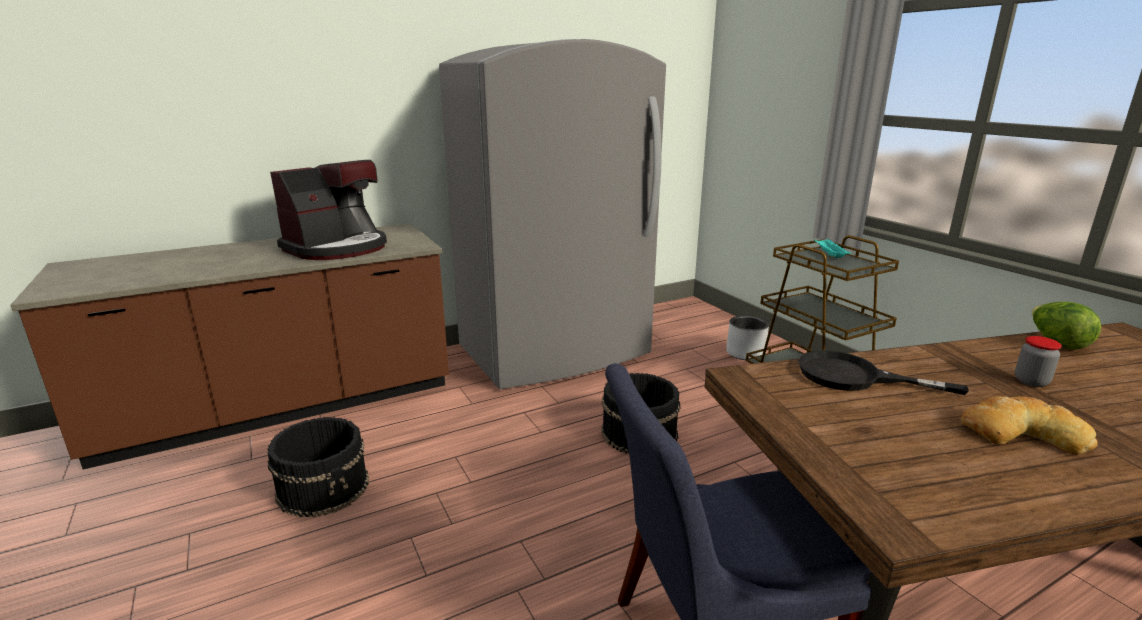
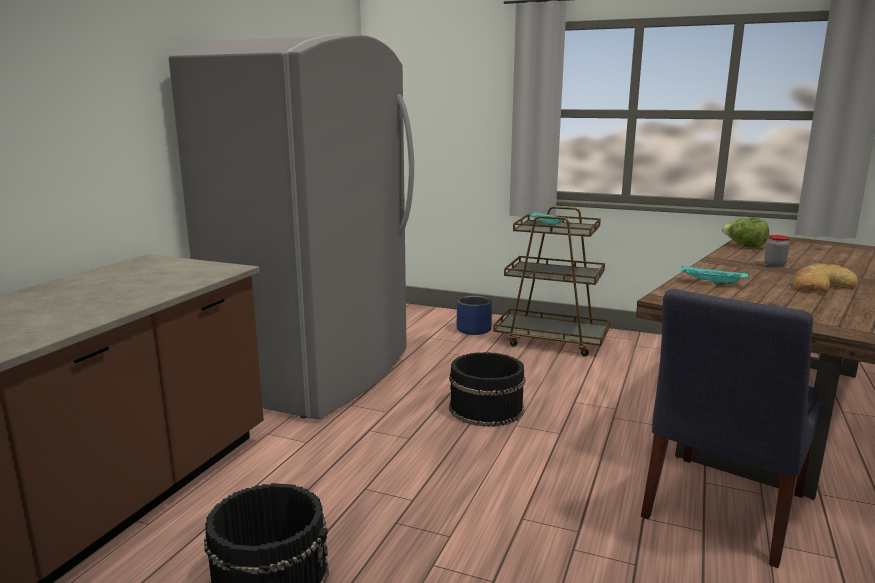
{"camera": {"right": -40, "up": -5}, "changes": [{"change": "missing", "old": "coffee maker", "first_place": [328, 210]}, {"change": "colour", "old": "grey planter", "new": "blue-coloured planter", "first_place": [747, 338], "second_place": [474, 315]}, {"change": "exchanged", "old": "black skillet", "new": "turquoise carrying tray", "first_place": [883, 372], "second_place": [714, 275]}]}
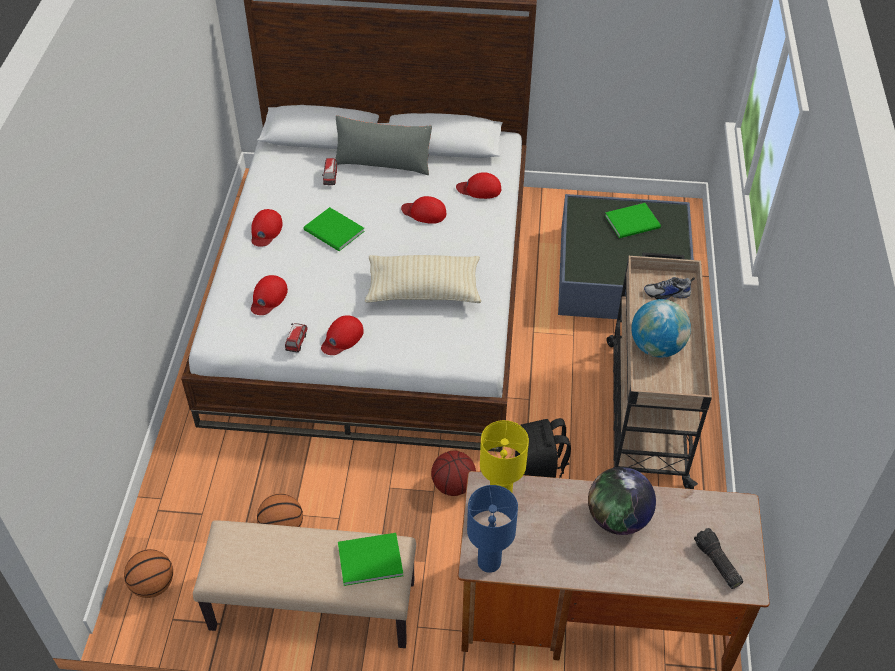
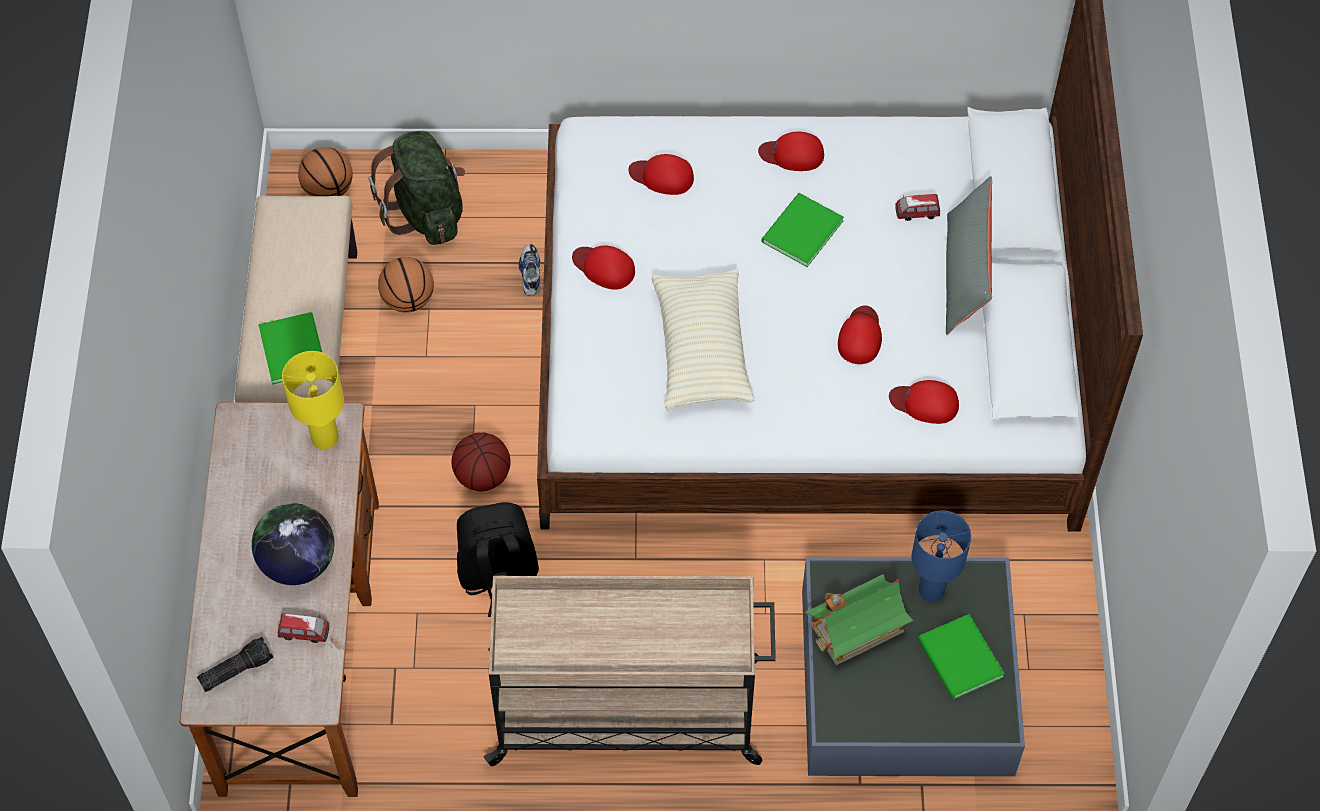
{"camera": {"right": 85, "up": 10}, "changes": [{"change": "spun", "old": "red peaked cap", "first_place": [478, 185], "second_place": [924, 402], "degrees": -75}, {"change": "relocated", "old": "item of footwear", "first_place": [669, 288], "second_place": [529, 270]}, {"change": "missing", "old": "desk globe", "first_place": [661, 328]}, {"change": "relocated", "old": "miniature car", "first_place": [296, 338], "second_place": [303, 628]}, {"change": "relocated", "old": "blue-coloured lamp for a table", "first_place": [492, 529], "second_place": [941, 556]}, {"change": "appeared", "new": "green knapsack", "second_place": [416, 188]}, {"change": "appeared", "new": "model house", "second_place": [859, 619]}]}
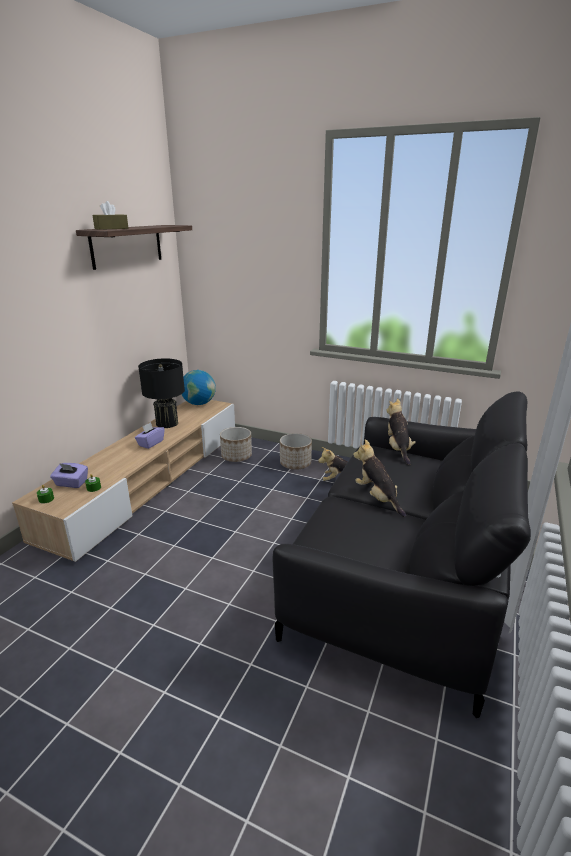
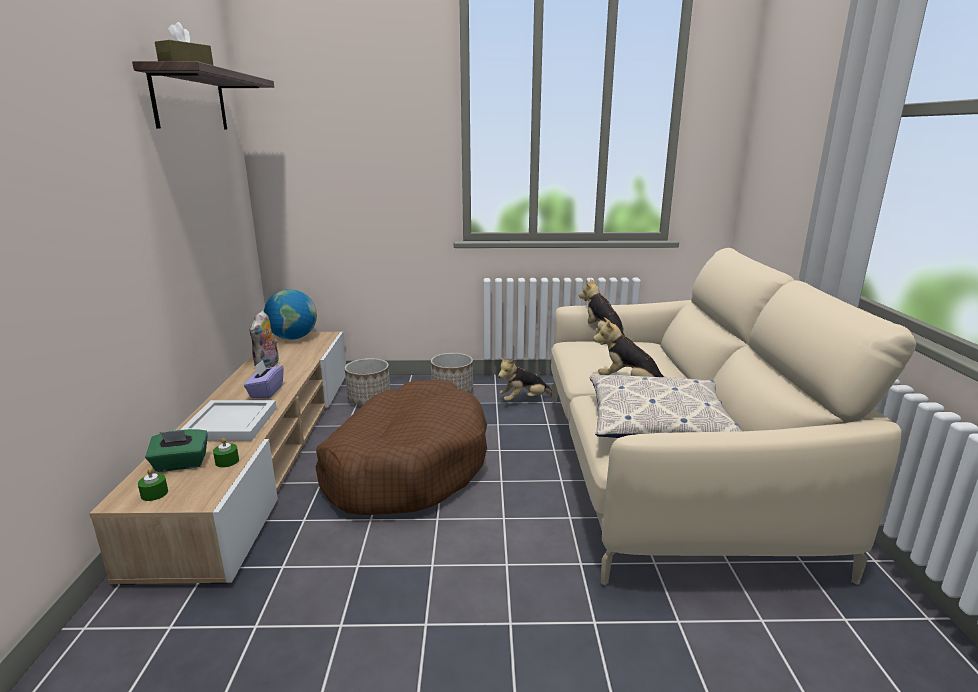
{"camera": {"right": -25, "up": -5}, "changes": [{"change": "exchanged", "old": "black lamp for a table", "new": "cuddly toy", "first_place": [161, 393], "second_place": [264, 340]}, {"change": "colour", "old": "black sofa", "new": "beige sofa", "first_place": [402, 554], "second_place": [733, 416]}, {"change": "colour", "old": "purplish box of tissues", "new": "green box of tissues", "first_place": [69, 475], "second_place": [176, 450]}, {"change": "appeared", "new": "pillow", "second_place": [666, 406]}, {"change": "appeared", "new": "brownish pet bed", "second_place": [401, 447]}, {"change": "appeared", "new": "white-coloured carrying tray", "second_place": [228, 420]}]}
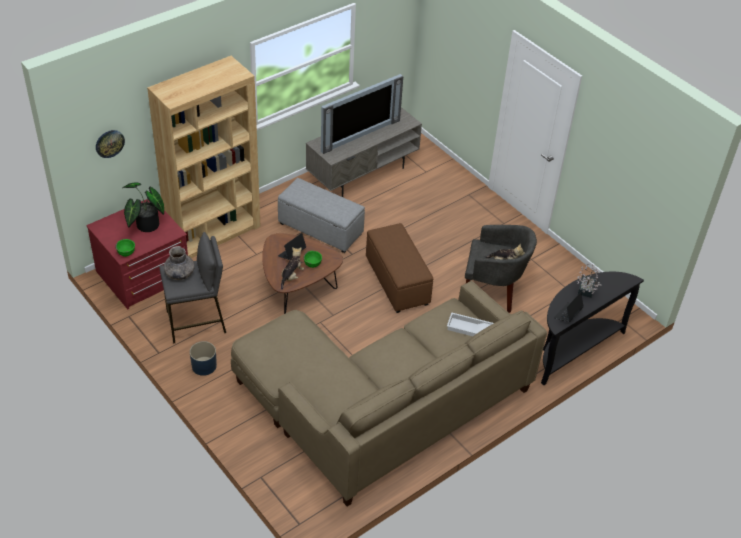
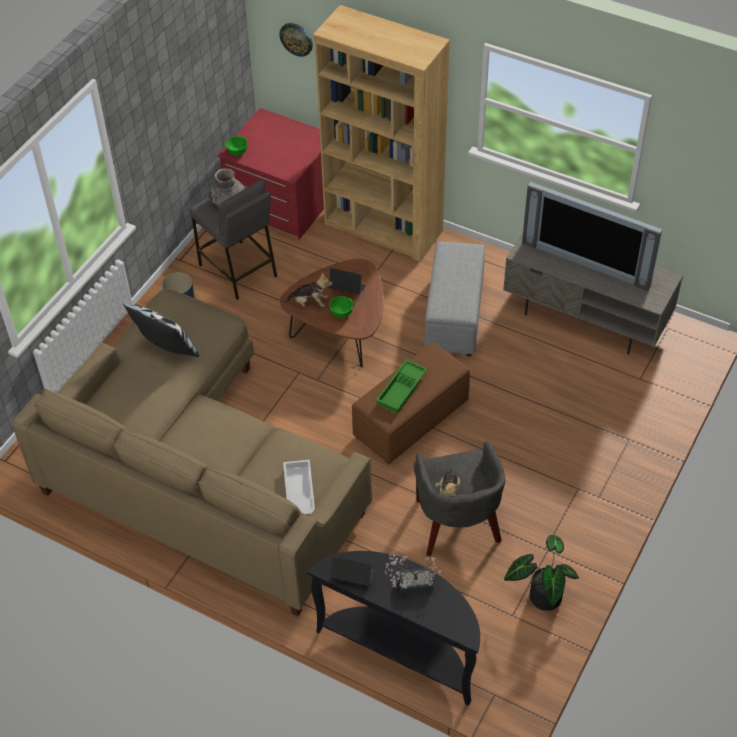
{"camera": {"right": 70, "up": 5}, "changes": [{"change": "relocated", "old": "plant in a pot", "first_place": [143, 207], "second_place": [541, 573]}, {"change": "appeared", "new": "pillow", "second_place": [161, 330]}, {"change": "appeared", "new": "green carrying tray", "second_place": [401, 386]}]}
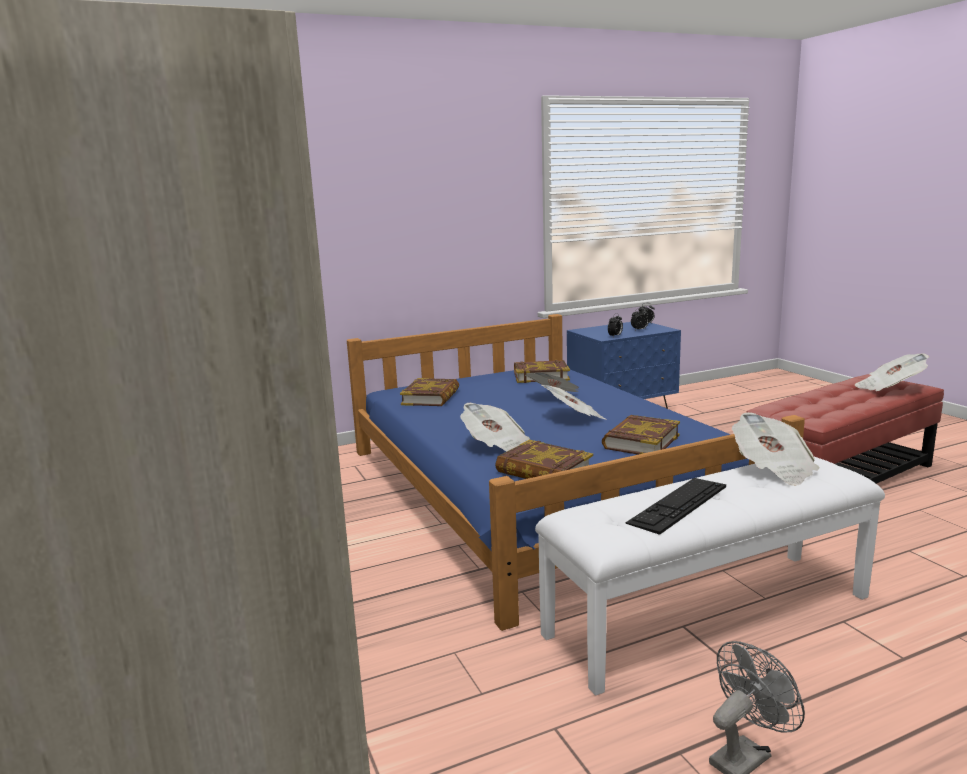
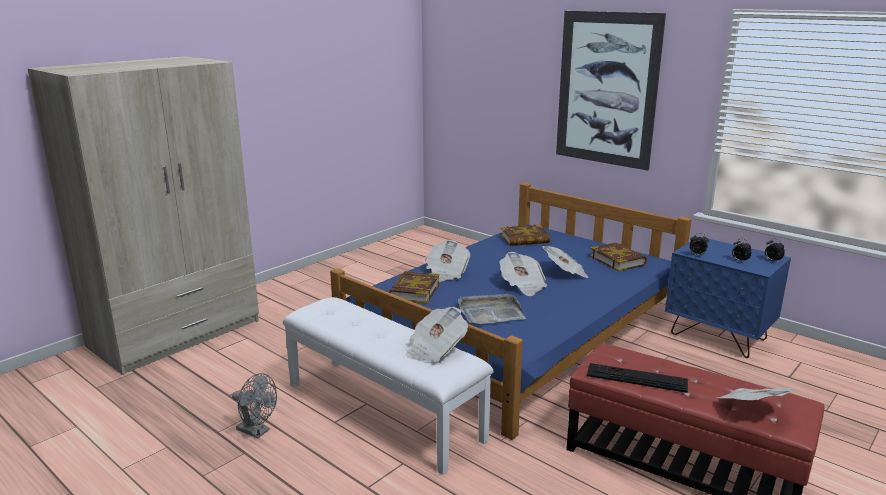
{"camera": {"right": 65, "up": 5}, "changes": [{"change": "exchanged", "old": "book", "new": "grey carrying tray", "first_place": [641, 435], "second_place": [492, 309]}, {"change": "relocated", "old": "computer keyboard", "first_place": [676, 506], "second_place": [637, 378]}, {"change": "appeared", "new": "wall art", "second_place": [611, 91]}]}
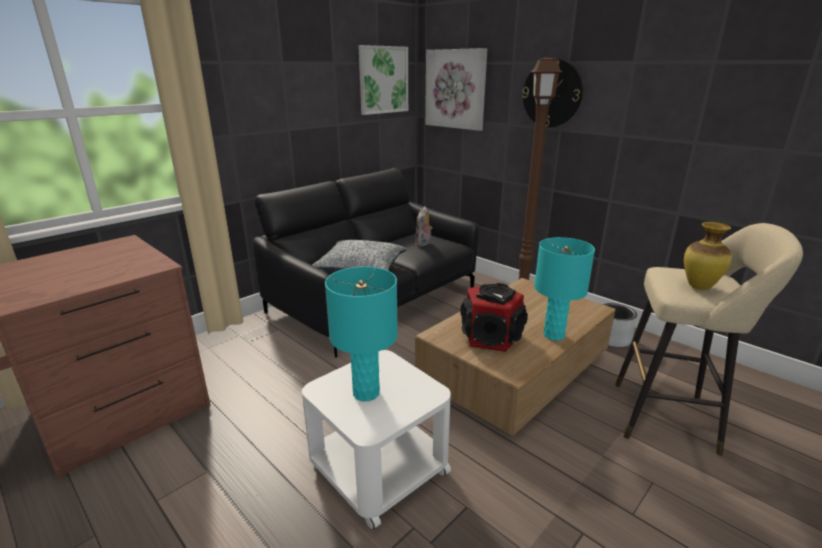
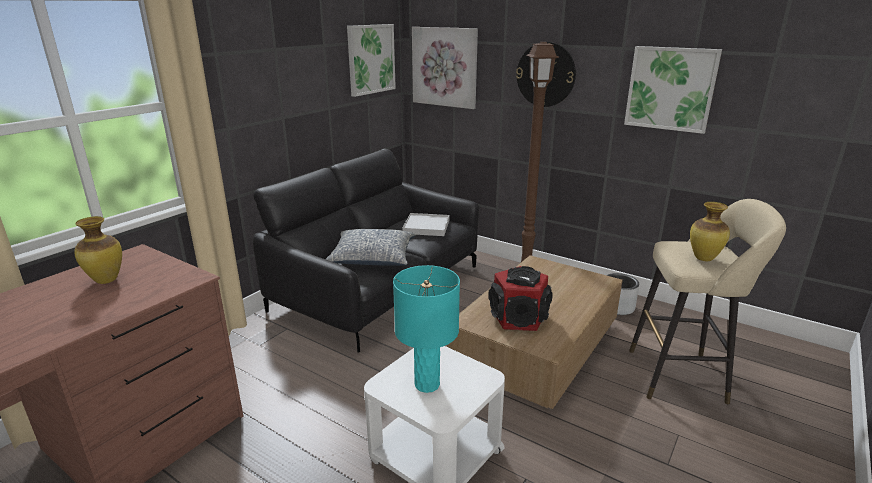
{"camera": {"right": -10, "up": 0}, "changes": [{"change": "exchanged", "old": "cuddly toy", "new": "white-coloured carrying tray", "first_place": [423, 226], "second_place": [425, 224]}, {"change": "missing", "old": "turquoise lamp for a table", "first_place": [564, 289]}, {"change": "appeared", "new": "wall art", "second_place": [673, 90]}, {"change": "appeared", "new": "vase", "second_place": [98, 250]}]}
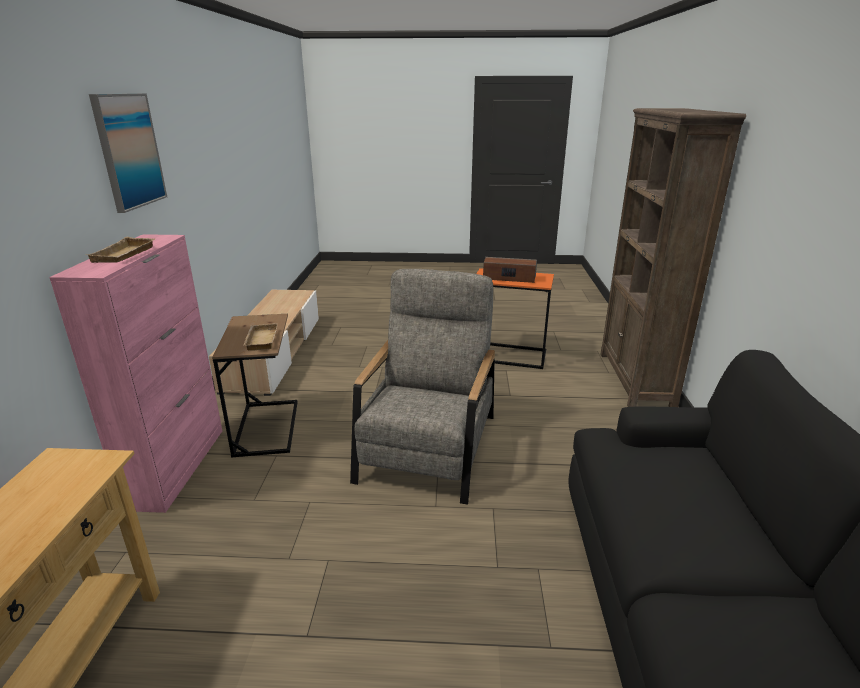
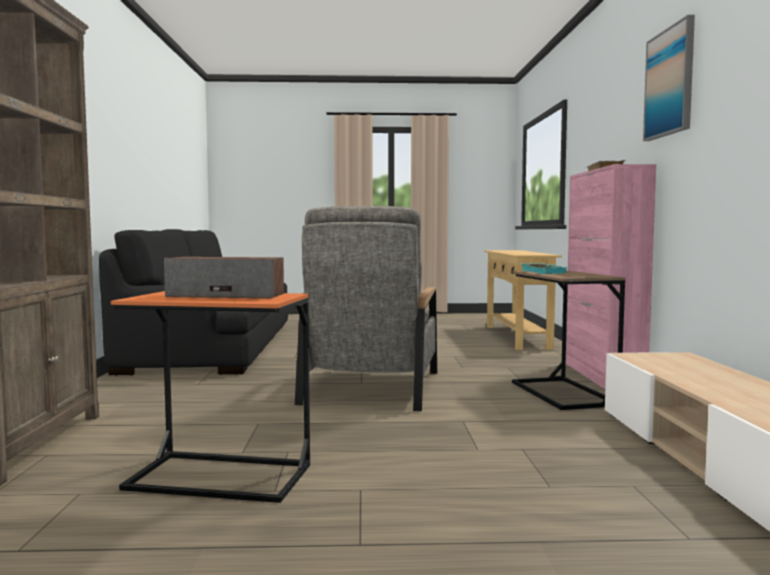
{"camera": {"right": 175, "up": -20}, "changes": [{"change": "colour", "old": "beige carrying tray", "new": "turquoise carrying tray", "first_place": [260, 337], "second_place": [545, 268]}]}
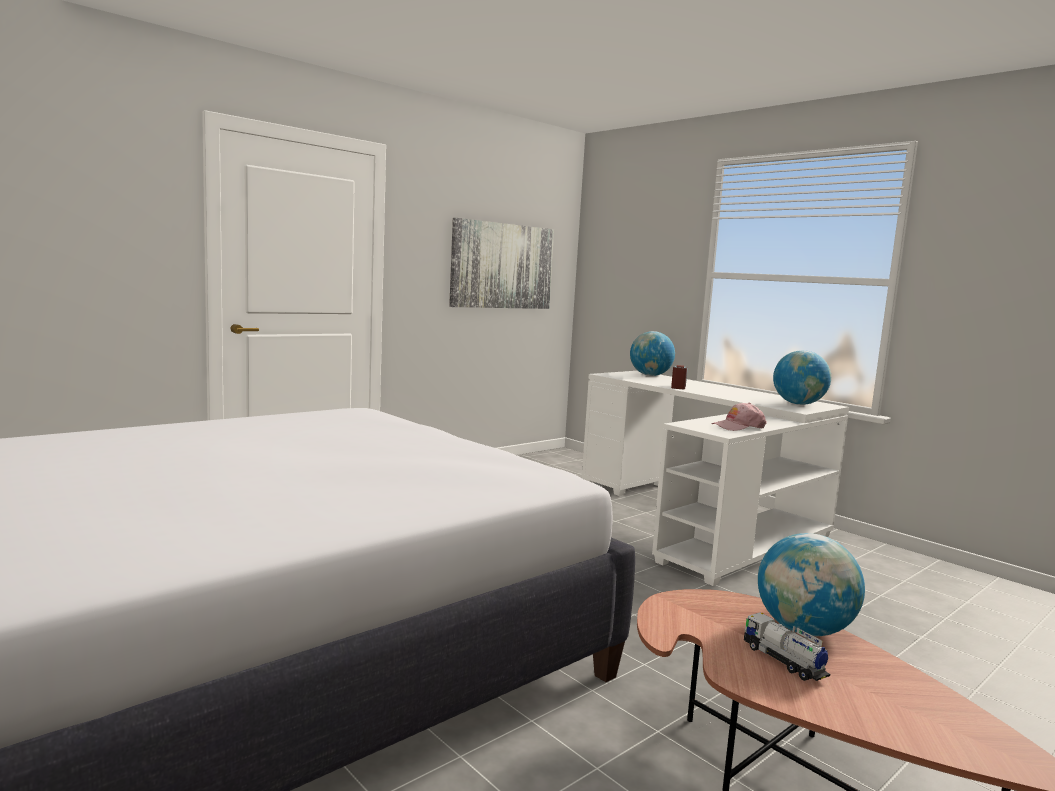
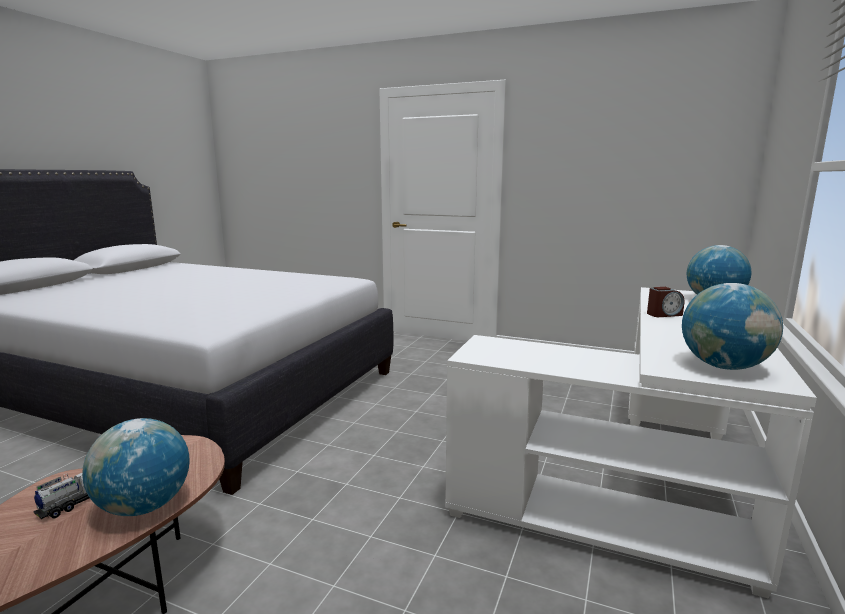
{"camera": {"right": 65, "up": 5}, "changes": [{"change": "missing", "old": "wall art", "first_place": [501, 263]}, {"change": "missing", "old": "pink-coloured peaked cap", "first_place": [739, 417]}]}
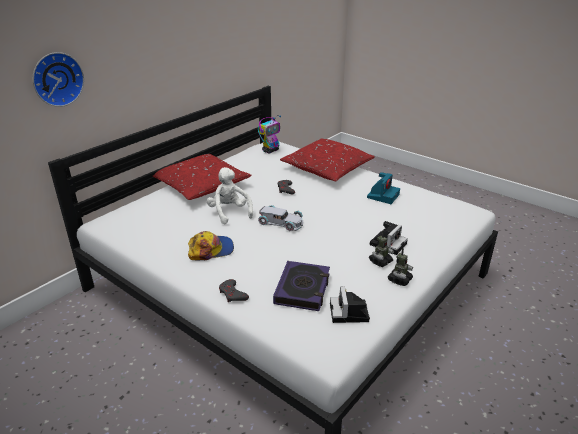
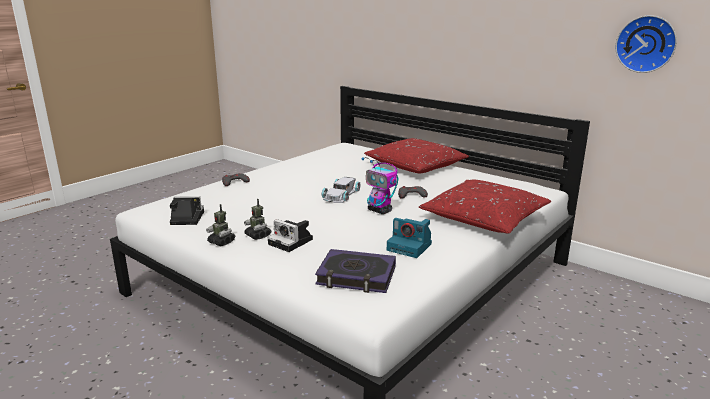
{"camera": {"right": 90, "up": -10}, "changes": [{"change": "relocated", "old": "hanging clock", "first_place": [58, 79], "second_place": [646, 44]}, {"change": "relocated", "old": "model robot", "first_place": [269, 134], "second_place": [379, 185]}, {"change": "missing", "old": "white-coloured cuddly toy", "first_place": [230, 195]}, {"change": "missing", "old": "peaked cap", "first_place": [211, 245]}, {"change": "relocated", "old": "book", "first_place": [301, 286], "second_place": [355, 271]}]}
